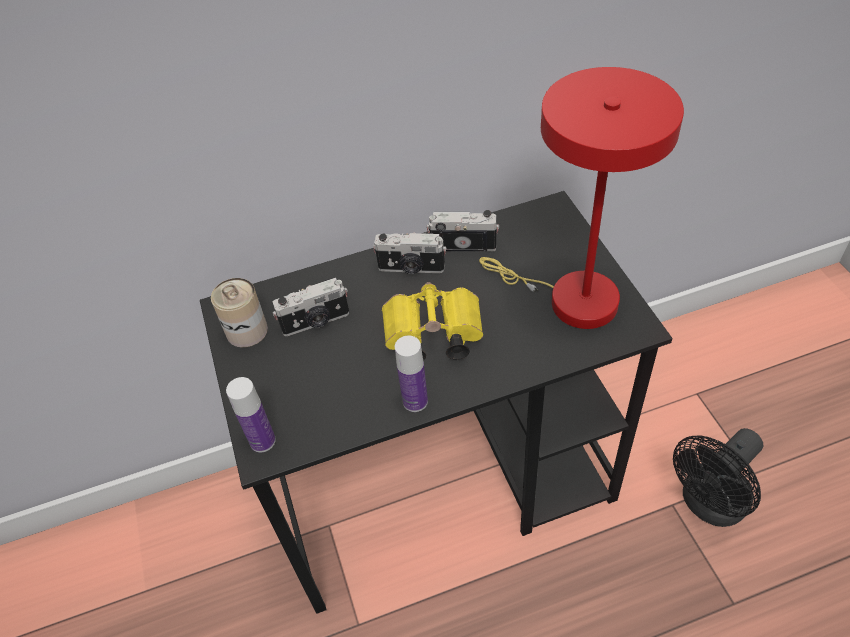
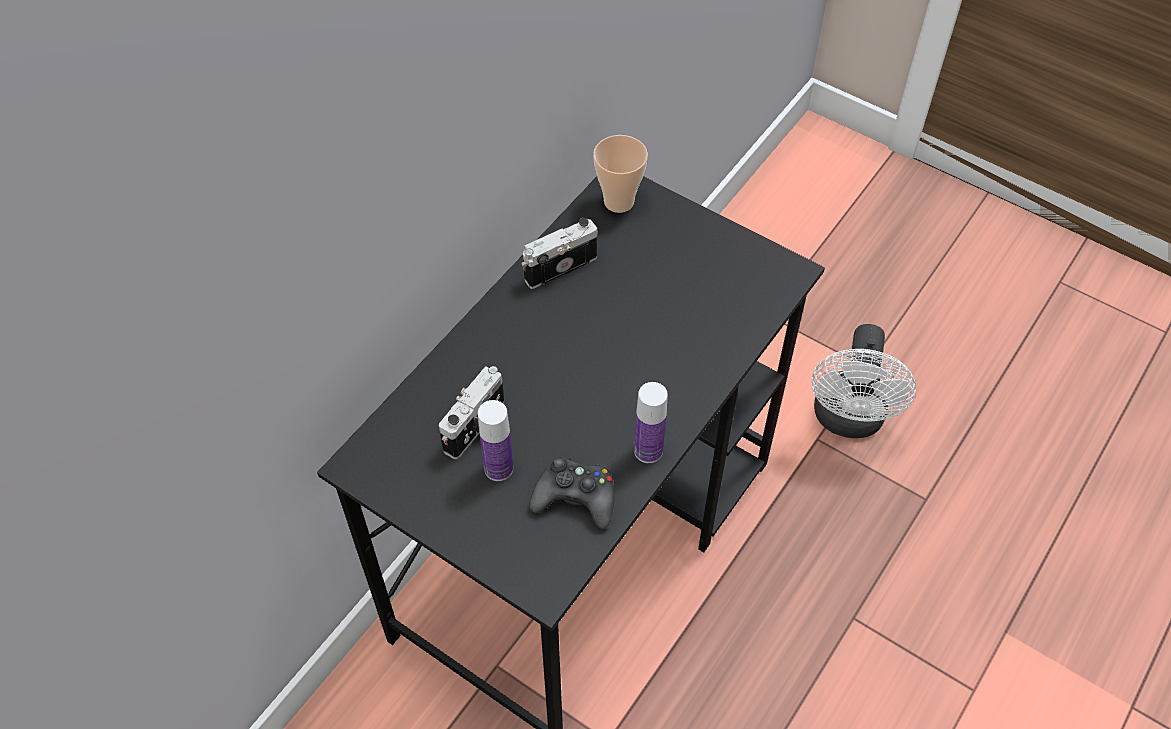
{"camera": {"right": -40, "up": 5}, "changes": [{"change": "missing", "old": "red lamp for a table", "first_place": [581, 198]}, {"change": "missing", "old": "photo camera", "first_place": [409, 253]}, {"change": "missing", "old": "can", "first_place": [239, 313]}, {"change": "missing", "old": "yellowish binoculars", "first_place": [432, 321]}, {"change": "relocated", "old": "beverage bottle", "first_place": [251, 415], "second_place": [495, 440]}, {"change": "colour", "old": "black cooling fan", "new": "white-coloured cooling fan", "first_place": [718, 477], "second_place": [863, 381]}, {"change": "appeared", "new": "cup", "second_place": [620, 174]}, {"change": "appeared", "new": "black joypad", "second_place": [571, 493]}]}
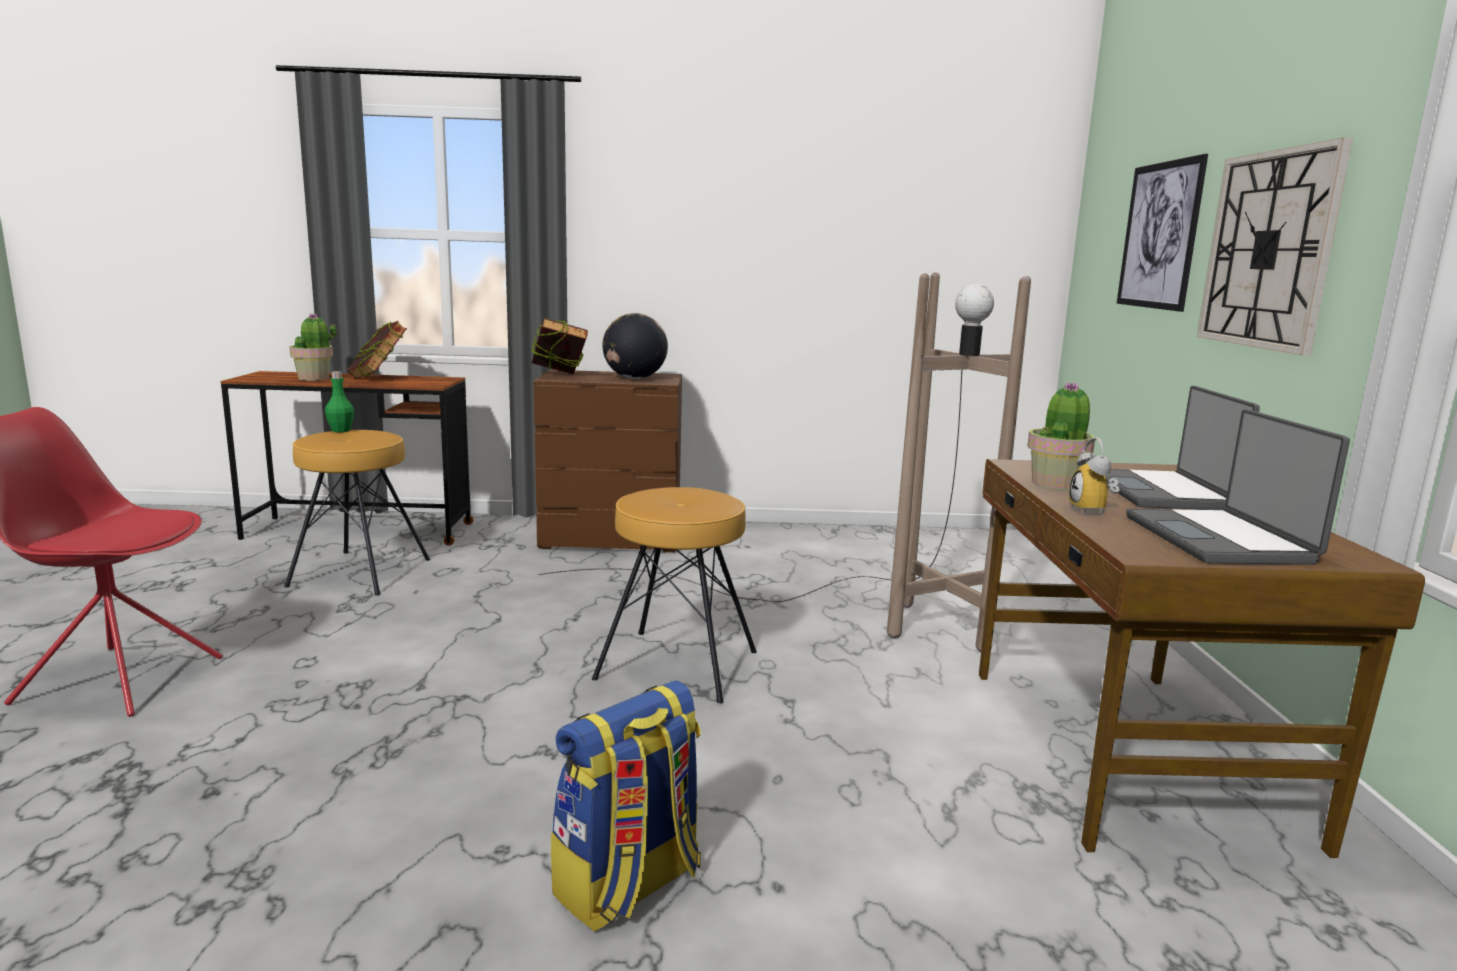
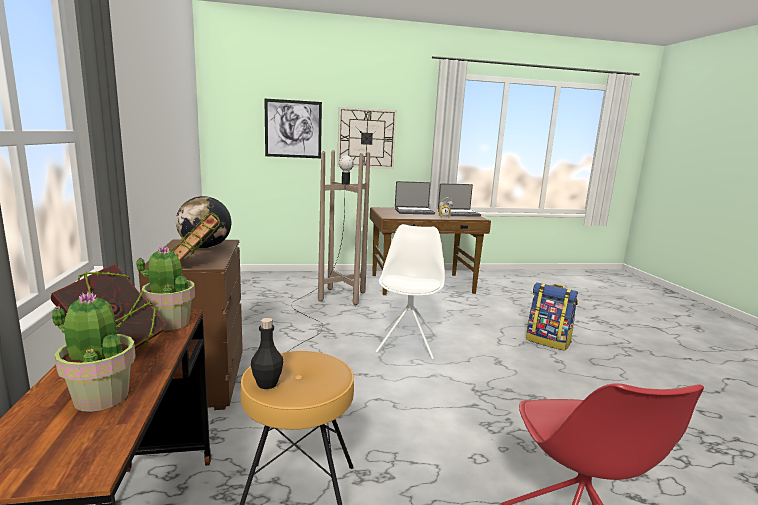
{"camera": {"right": -100, "up": 0}, "changes": [{"change": "colour", "old": "green beverage bottle", "new": "black beverage bottle", "first_place": [339, 401], "second_place": [267, 353]}, {"change": "relocated", "old": "plant in a pot", "first_place": [1061, 436], "second_place": [165, 288]}, {"change": "exchanged", "old": "brownish sitting stool", "new": "white-coloured plain chair", "first_place": [674, 595], "second_place": [410, 292]}]}
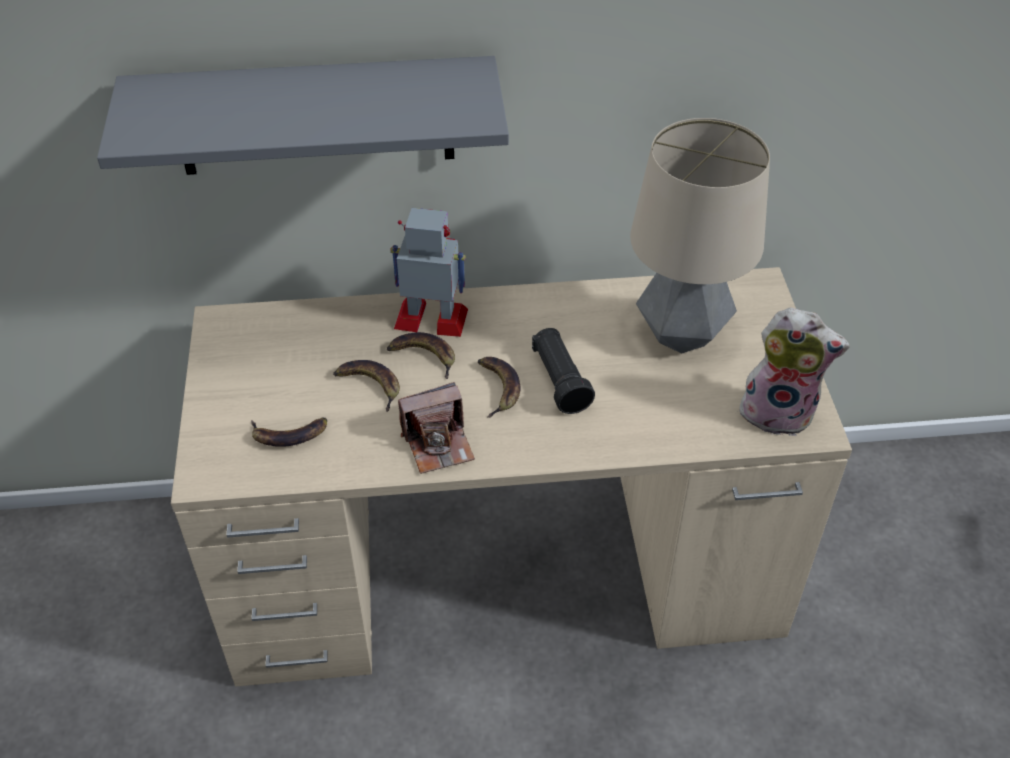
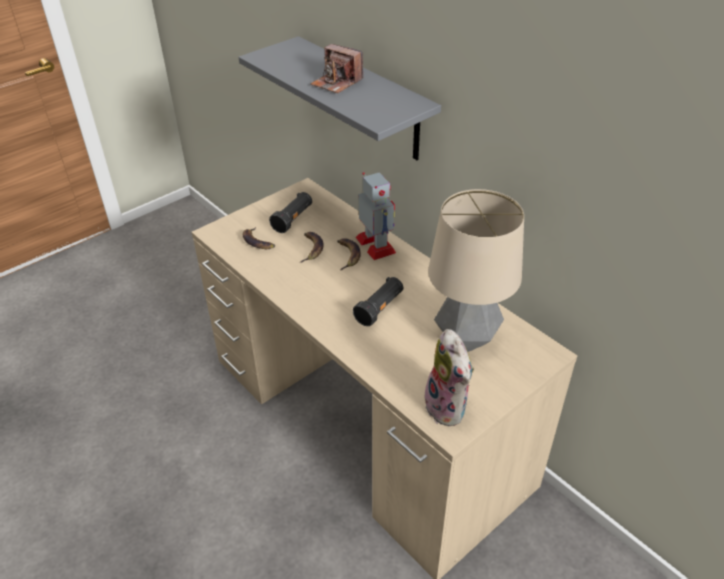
{"camera": {"right": 55, "up": -5}, "changes": [{"change": "missing", "old": "banana fruit", "first_place": [499, 387]}, {"change": "relocated", "old": "photo camera", "first_place": [436, 428], "second_place": [337, 68]}, {"change": "appeared", "new": "black flashlight", "second_place": [290, 212]}]}
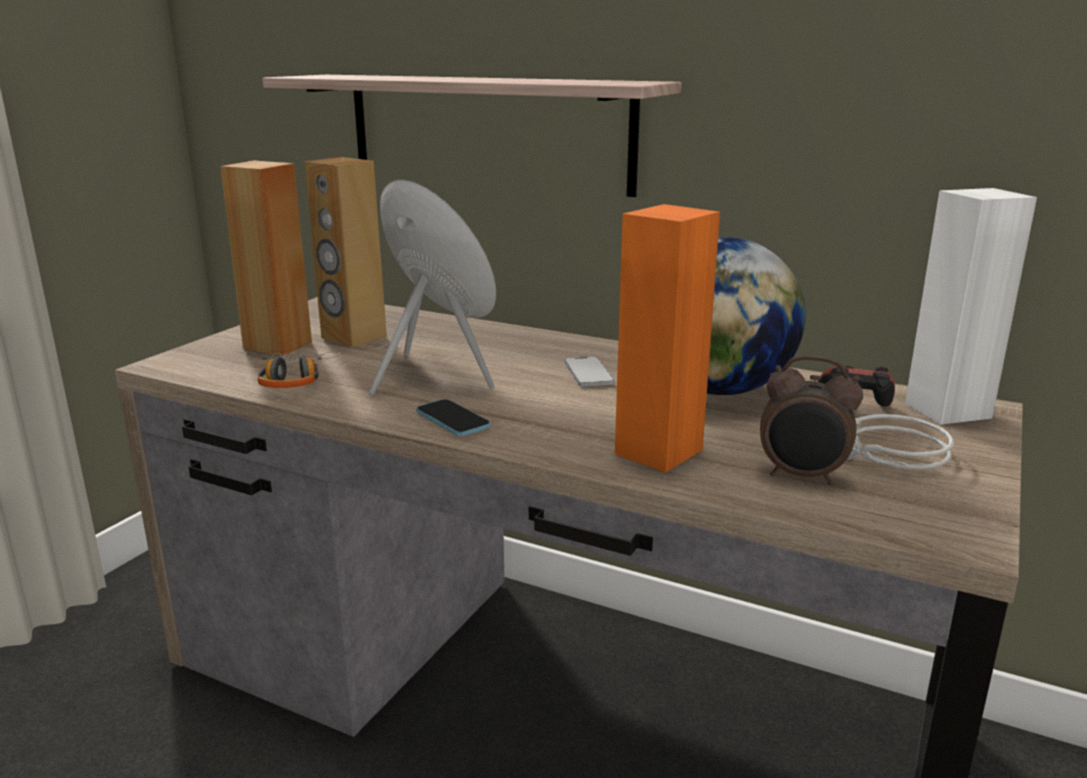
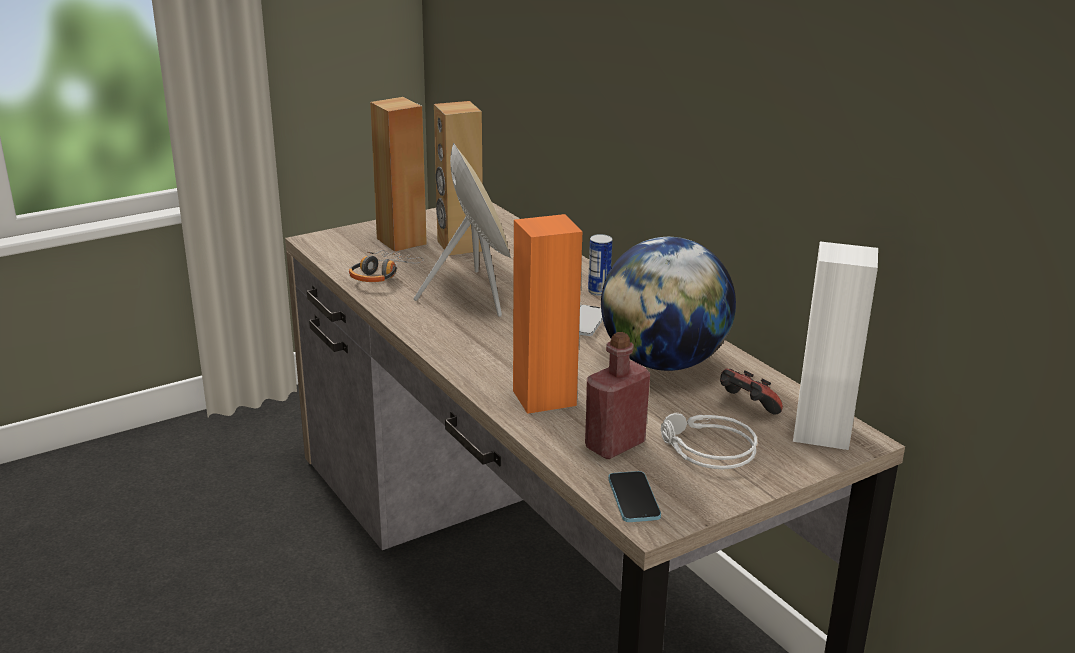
{"camera": {"right": 30, "up": 5}, "changes": [{"change": "missing", "old": "shelf", "first_place": [471, 136]}, {"change": "exchanged", "old": "bedside clock", "new": "red beverage bottle", "first_place": [811, 420], "second_place": [617, 395]}, {"change": "relocated", "old": "handset", "first_place": [453, 417], "second_place": [634, 496]}, {"change": "appeared", "new": "can", "second_place": [600, 265]}]}
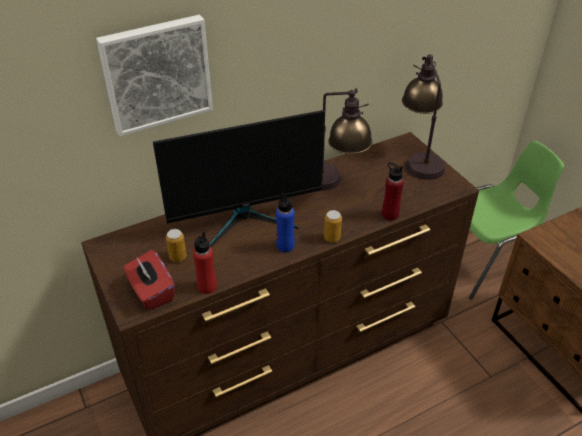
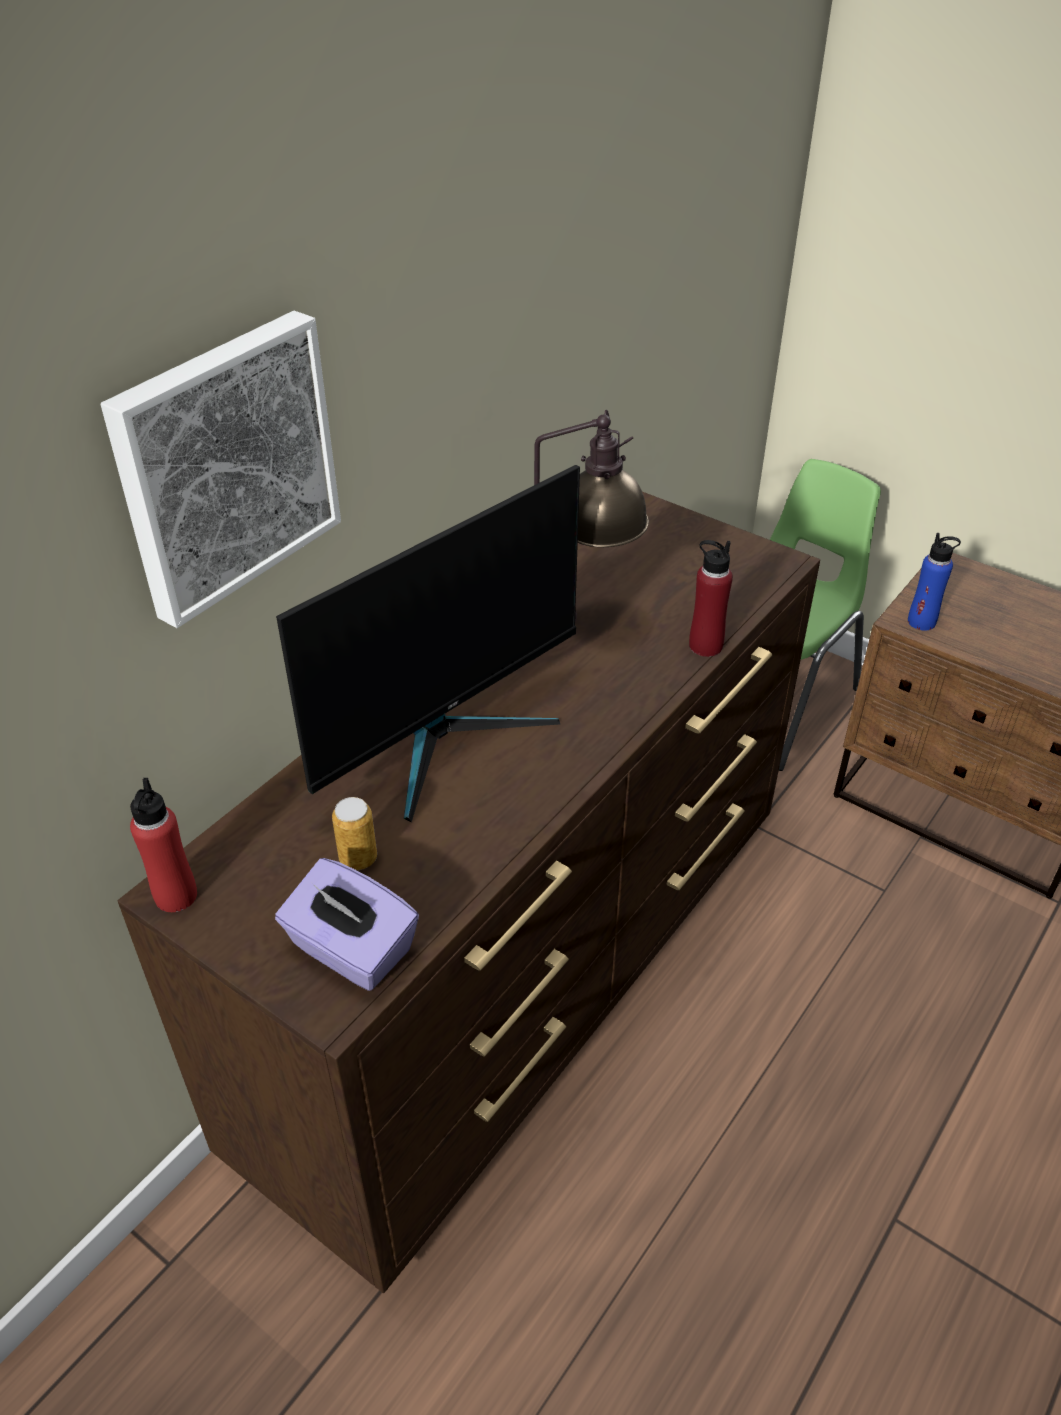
{"camera": {"right": -25, "up": 0}, "changes": [{"change": "missing", "old": "lamp for a table", "first_place": [423, 117]}, {"change": "relocated", "old": "blue-coloured beverage bottle", "first_place": [285, 222], "second_place": [934, 582]}, {"change": "missing", "old": "can", "first_place": [333, 226]}, {"change": "relocated", "old": "red beverage bottle", "first_place": [205, 263], "second_place": [163, 845]}, {"change": "colour", "old": "red box of tissues", "new": "purplish box of tissues", "first_place": [149, 280], "second_place": [347, 924]}]}
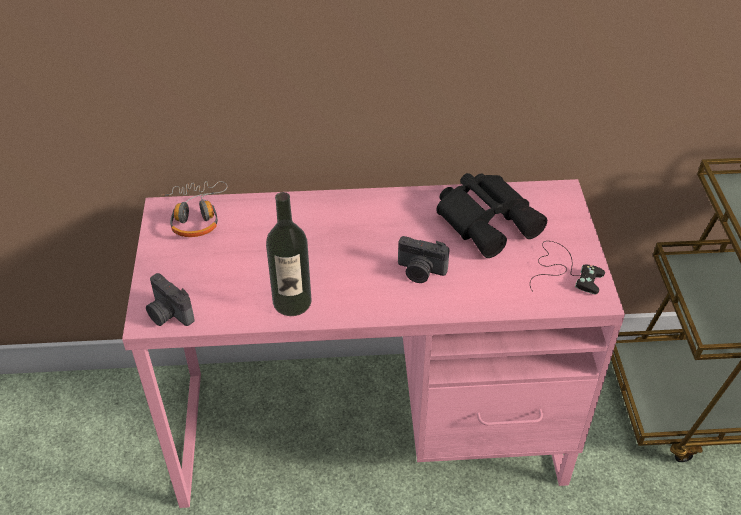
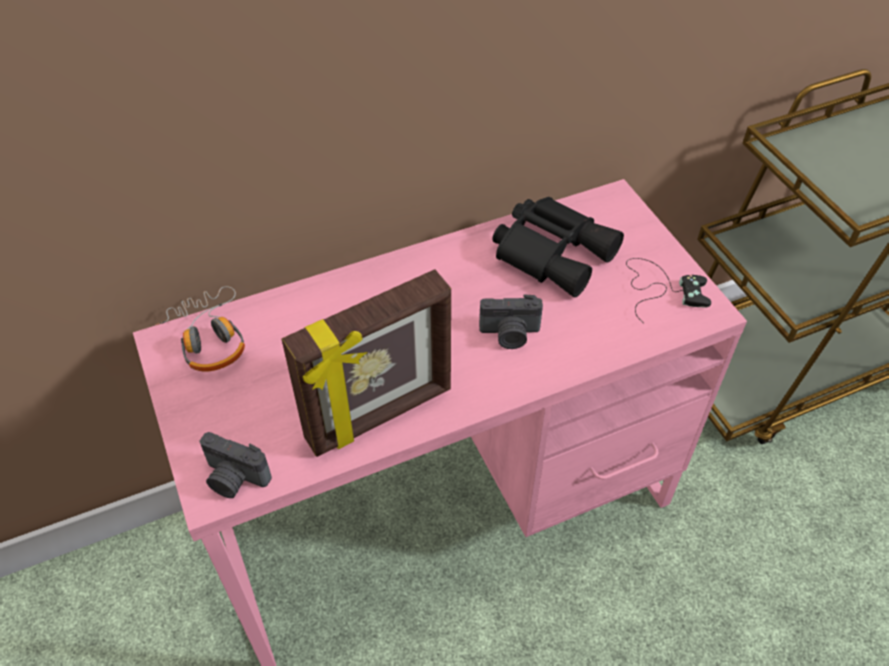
{"camera": {"right": -20, "up": 5}, "changes": [{"change": "exchanged", "old": "beverage bottle", "new": "photo frame", "first_place": [289, 254], "second_place": [366, 363]}]}
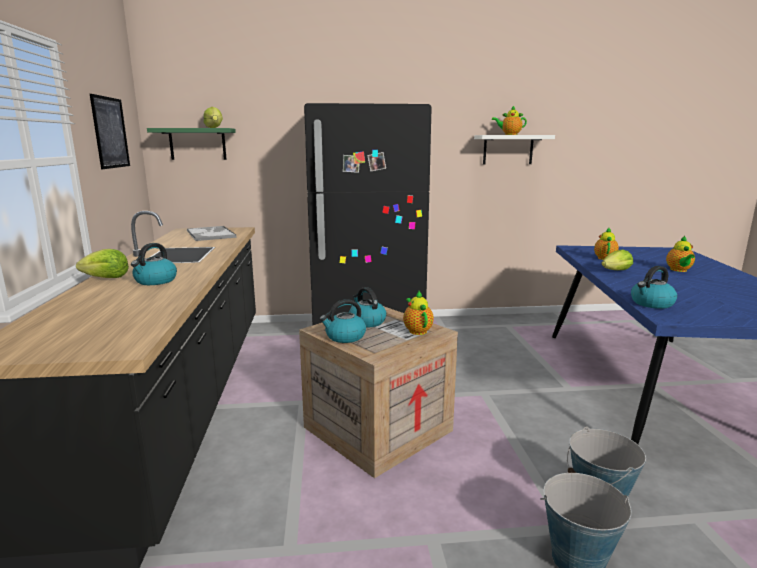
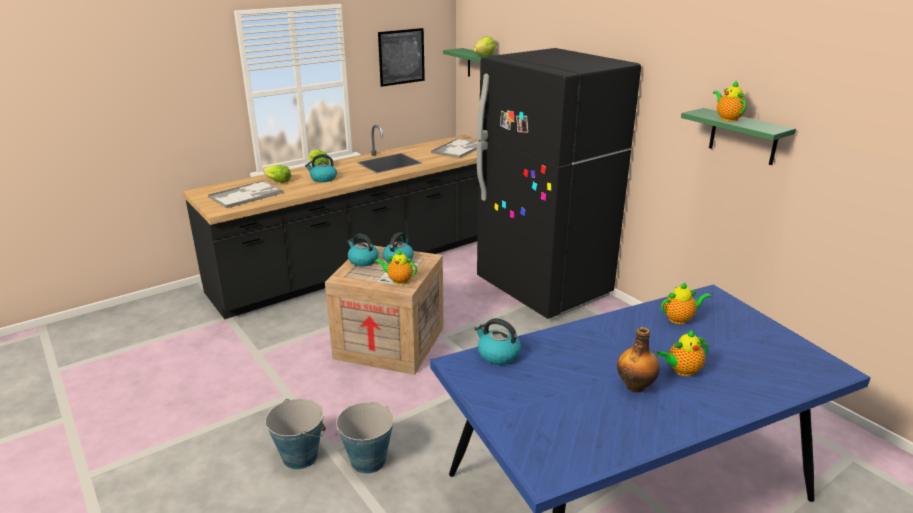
{"camera": {"right": 60, "up": 10}, "changes": [{"change": "colour", "old": "white-coloured shelf", "new": "green shelf", "first_place": [514, 150], "second_place": [738, 136]}, {"change": "relocated", "old": "lettuce", "first_place": [617, 259], "second_place": [277, 174]}, {"change": "spun", "old": "tea pot", "first_place": [418, 313], "second_place": [396, 267], "degrees": -120}, {"change": "appeared", "new": "carrying tray", "second_place": [245, 194]}, {"change": "appeared", "new": "beverage bottle", "second_place": [638, 360]}]}
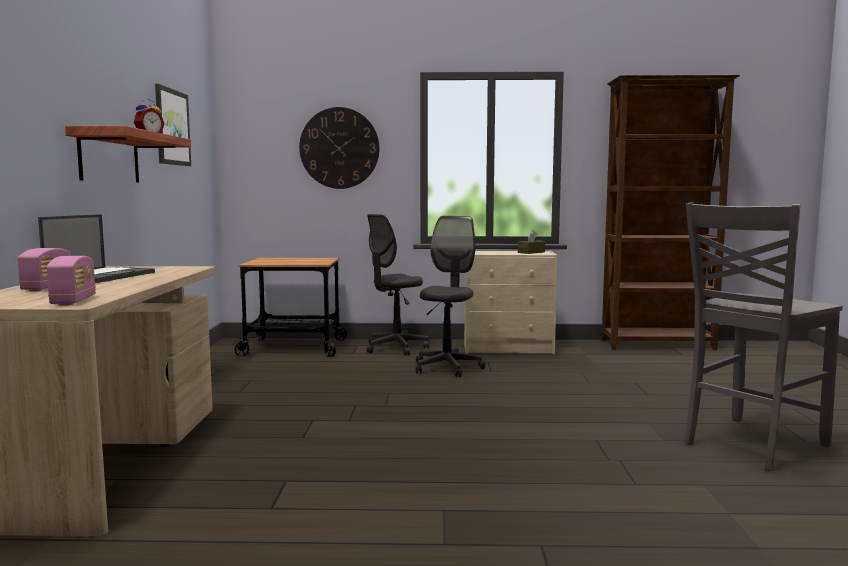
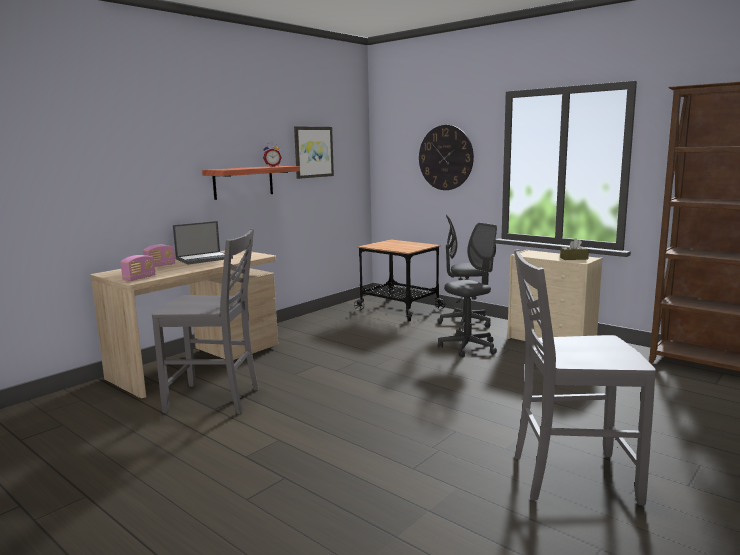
{"camera": {"right": 40, "up": 5}, "changes": [{"change": "appeared", "new": "grey plain chair", "second_place": [205, 321]}]}
